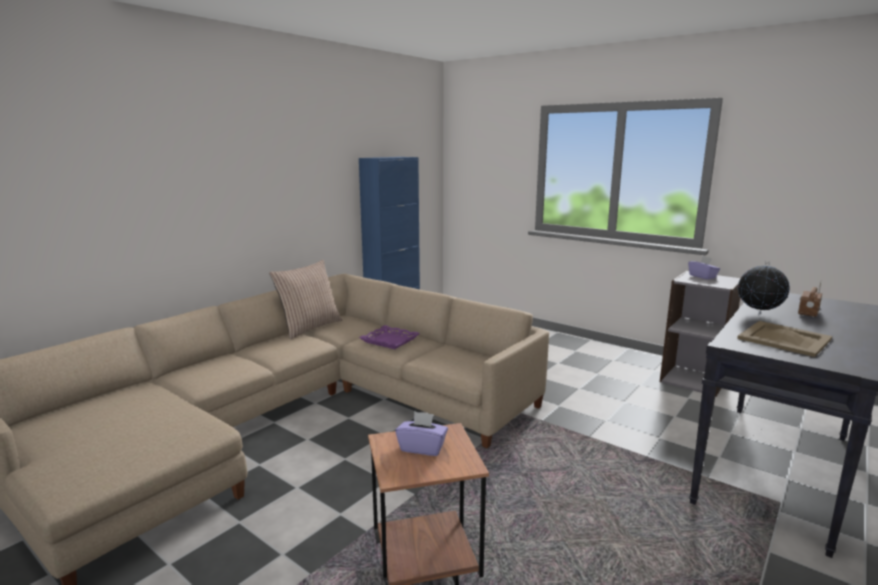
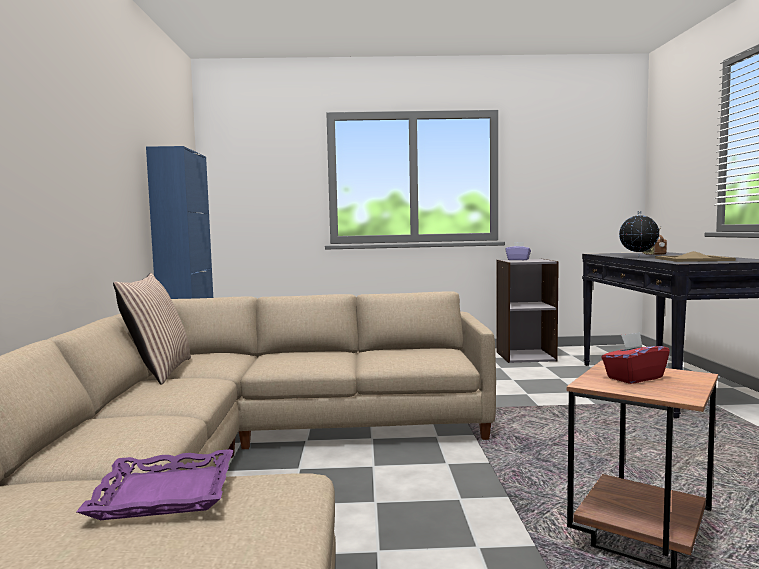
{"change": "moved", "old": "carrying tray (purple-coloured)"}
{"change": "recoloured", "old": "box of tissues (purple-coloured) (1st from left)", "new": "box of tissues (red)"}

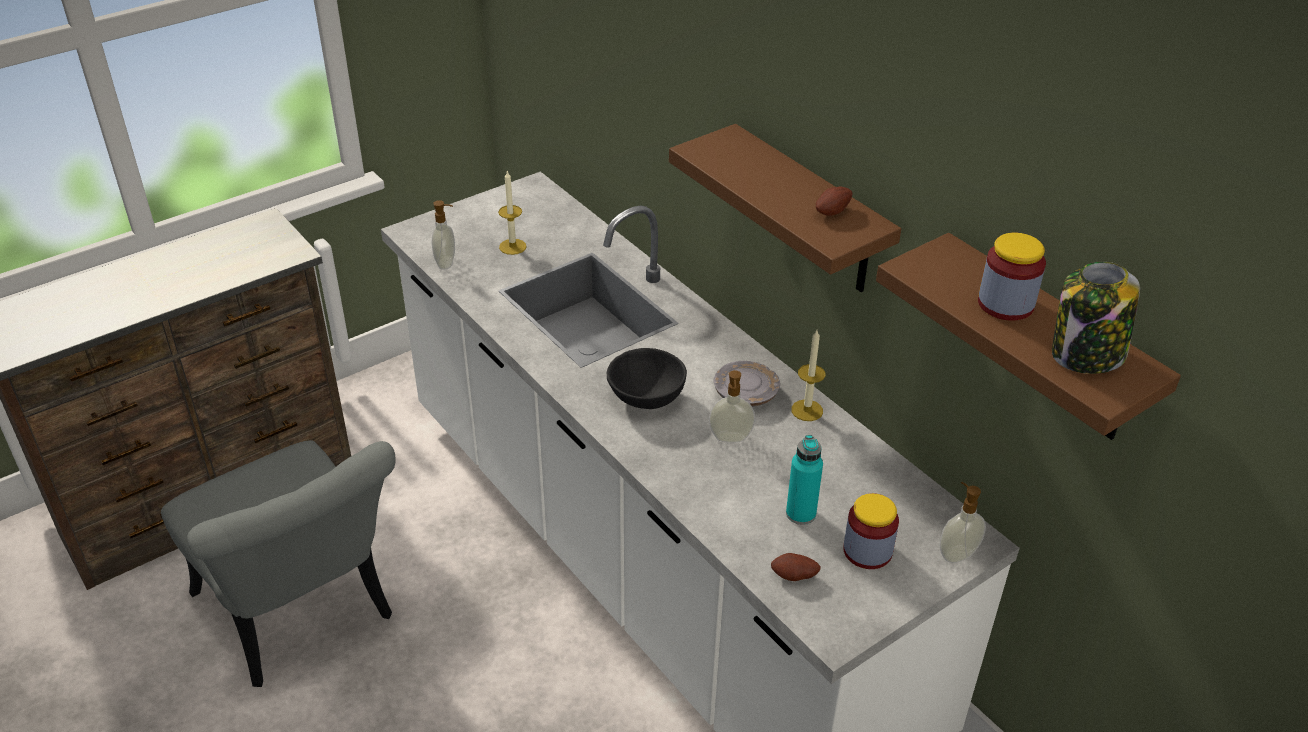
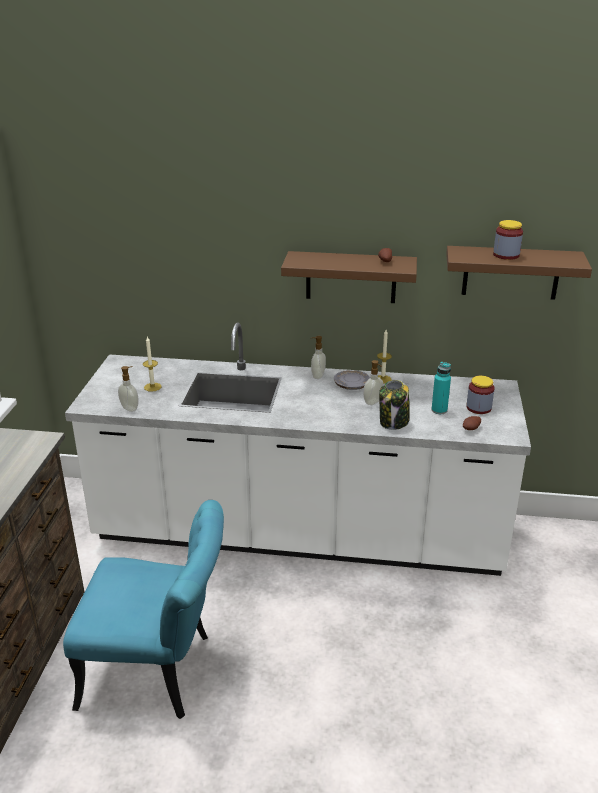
{"change": "recoloured", "old": "chair (greyish)", "new": "chair (blue-green)"}
{"change": "moved", "old": "soap dispenser (3rd from left in the first image)", "new": "soap dispenser (2nd from left)"}
{"change": "moved", "old": "preserve jar (3rd from left in the first image)", "new": "preserve jar (1st from left)"}
{"change": "removed", "old": "bowl (black)"}

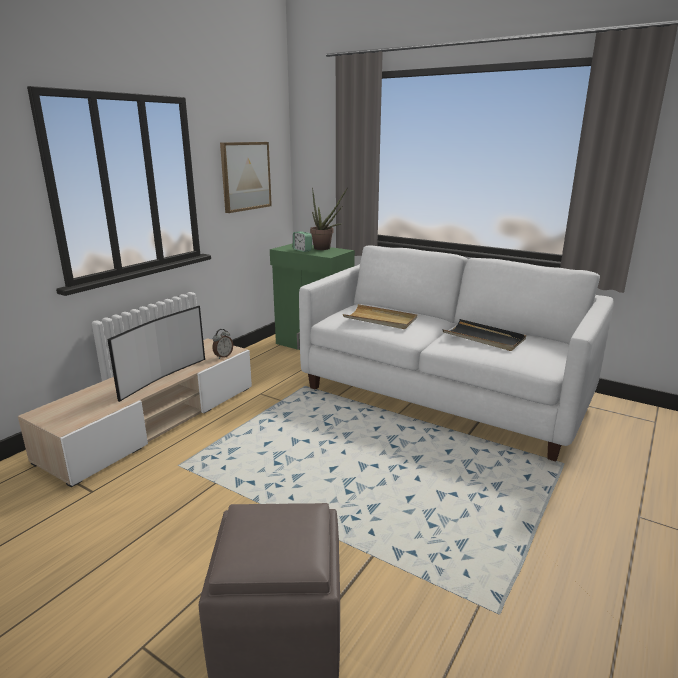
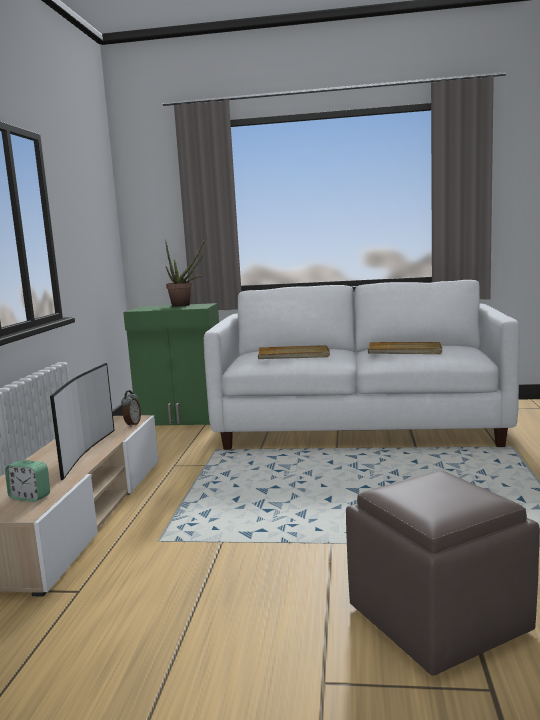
{"change": "moved", "old": "table clock (2nd from left in the first image)", "new": "table clock (1st from left)"}
{"change": "recoloured", "old": "carrying tray (black)", "new": "carrying tray (beige-coloured) (2nd from left)"}
{"change": "removed", "old": "picture"}

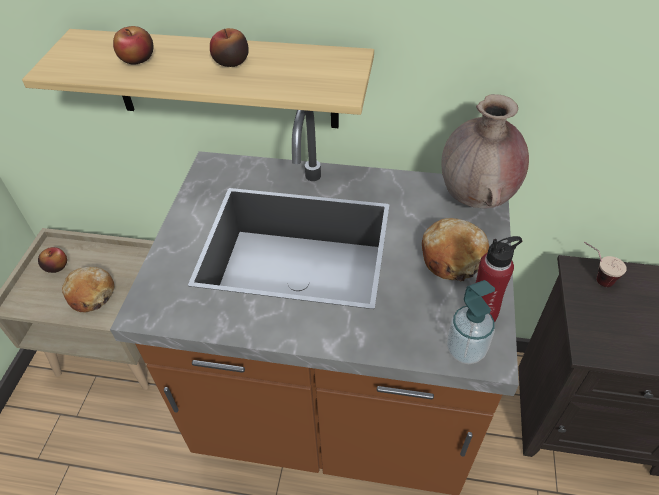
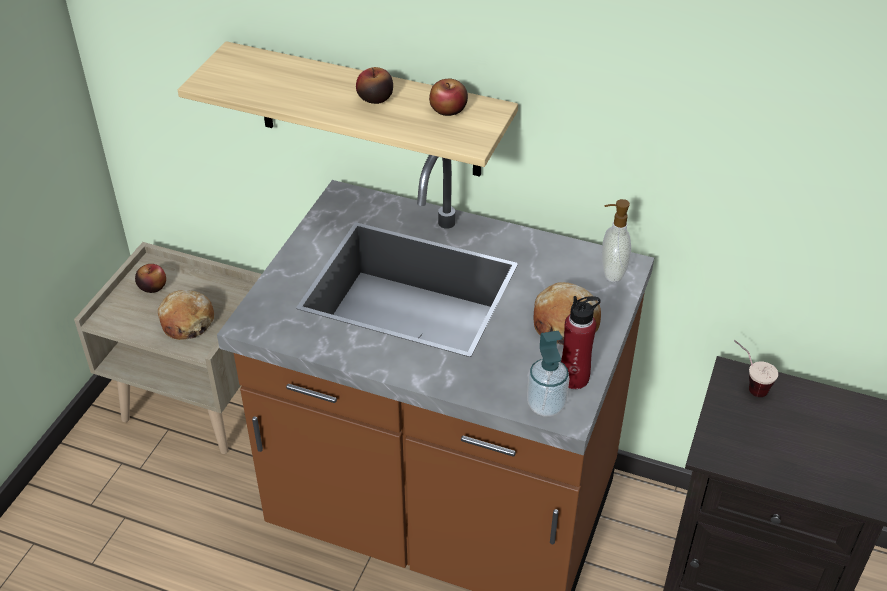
{"change": "moved", "old": "whole apple (2nd from left in the first image)", "new": "whole apple (3rd from left)"}
{"change": "replaced", "old": "vase (brown)", "new": "soap dispenser (2nd from left)"}

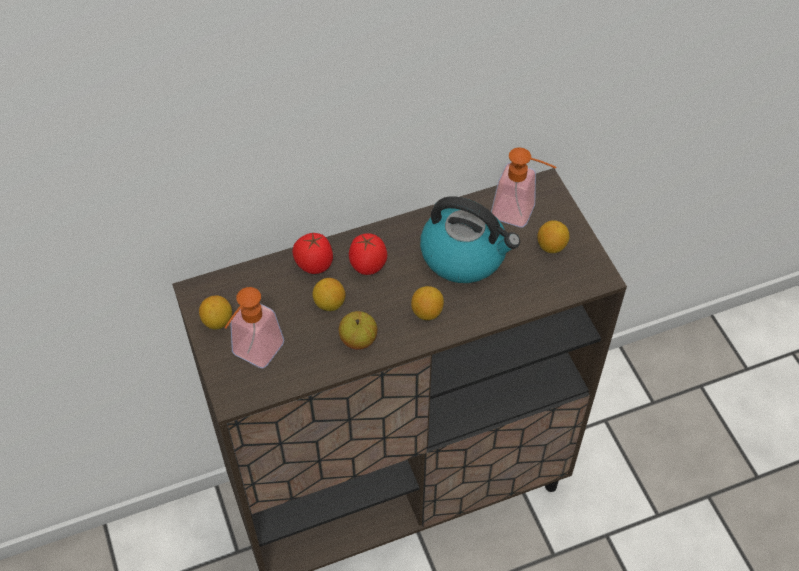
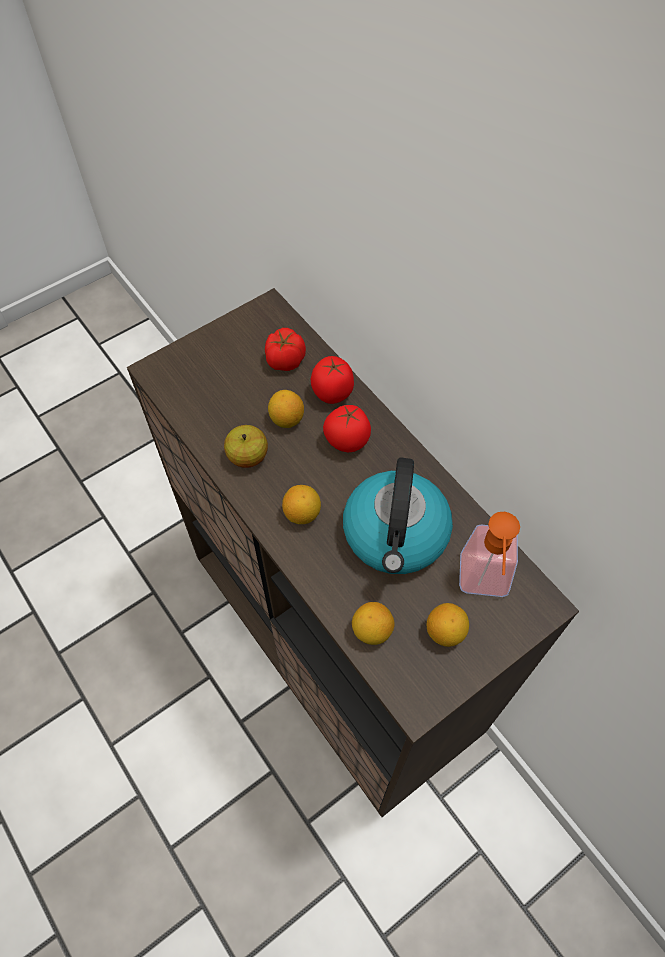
{"change": "added", "new": "whole tomato (1st from left)"}
{"change": "moved", "old": "whole lemon (1st from left in the first image)", "new": "whole lemon (3rd from left)"}
{"change": "removed", "old": "soap dispenser (1st from left)"}

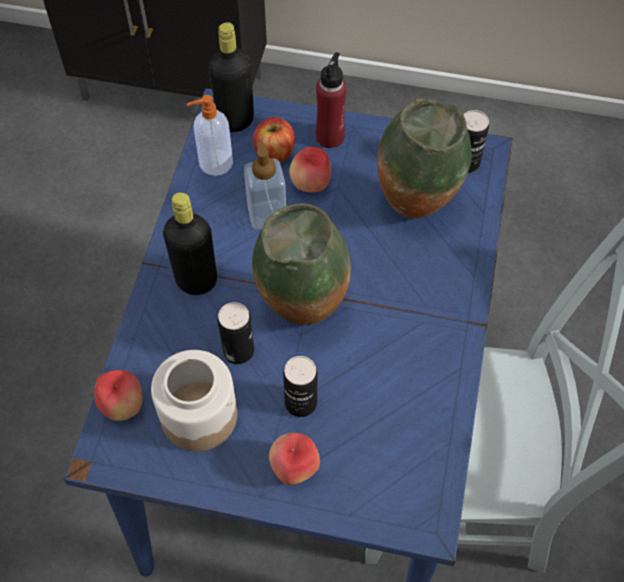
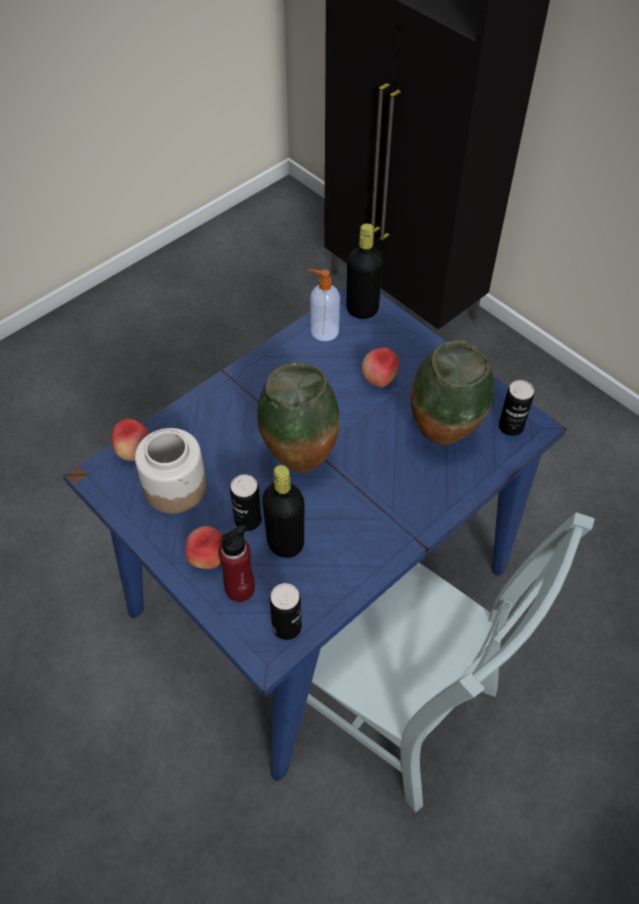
{"change": "moved", "old": "drink bottle (red)"}
{"change": "moved", "old": "drink bottle (black) (1st from left)"}
{"change": "moved", "old": "metal can (1st from left in the first image)", "new": "metal can (2nd from left)"}
{"change": "removed", "old": "soap dispenser (2nd from left)"}
{"change": "removed", "old": "whole apple (2nd from left)"}

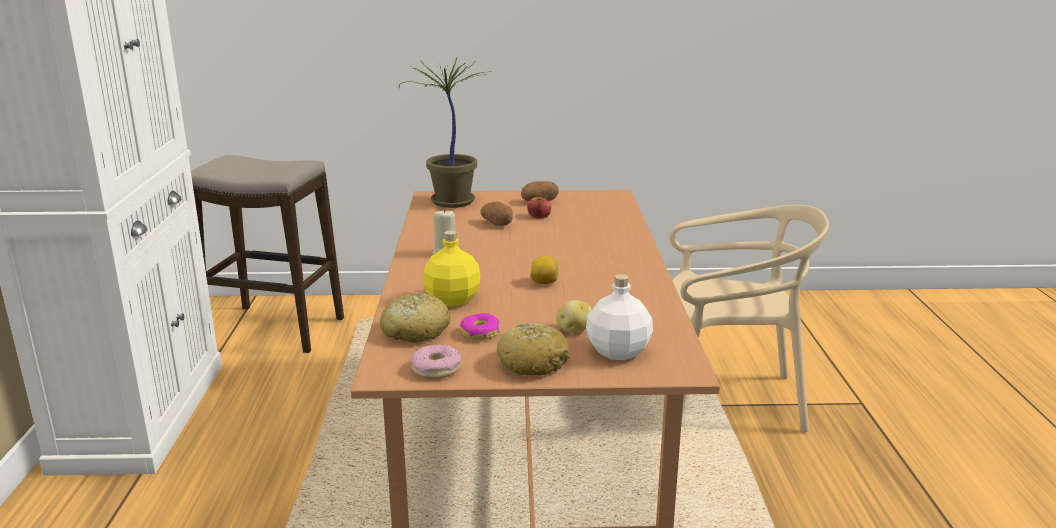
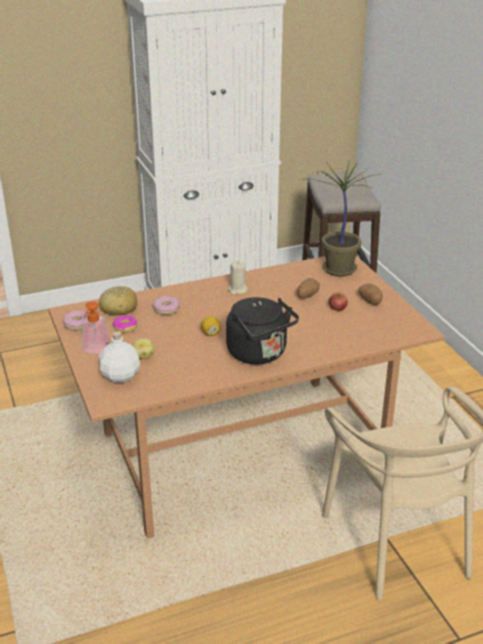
{"change": "replaced", "old": "bread (2nd from left)", "new": "soap dispenser"}
{"change": "replaced", "old": "drink bottle (yellow)", "new": "doughnut (3rd from left)"}
{"change": "added", "new": "water kettle (black)"}

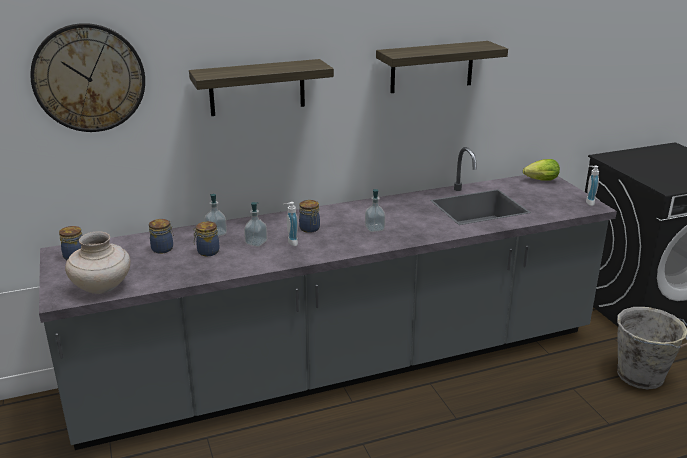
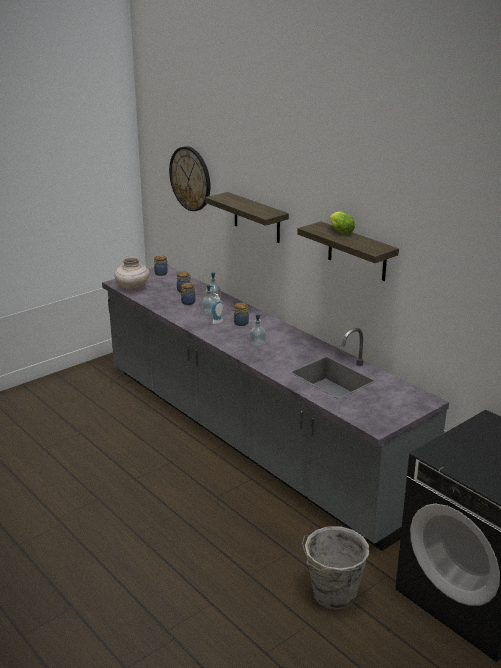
{"change": "moved", "old": "head of lettuce"}
{"change": "removed", "old": "soap dispenser (5th from left)"}

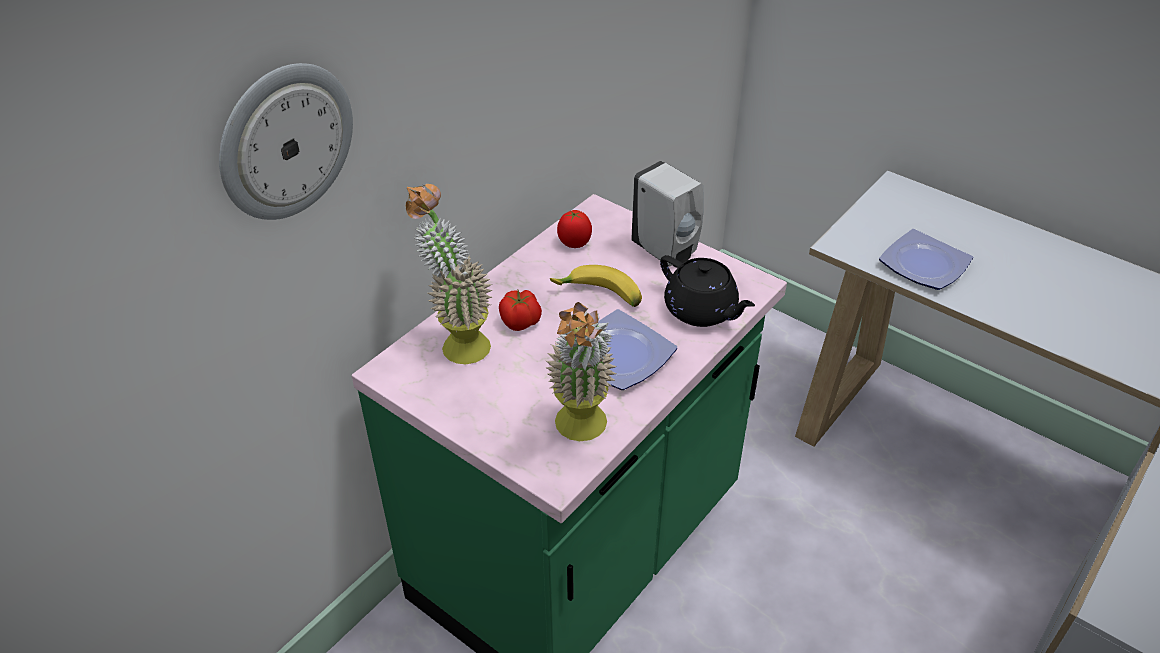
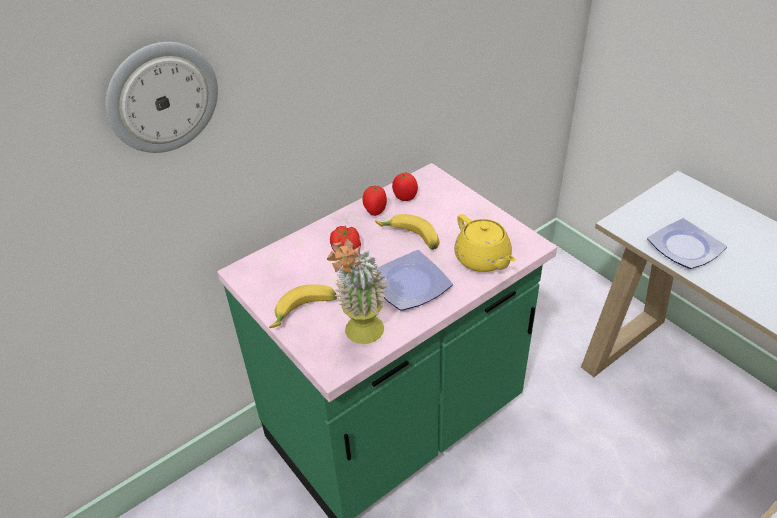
{"change": "added", "new": "banana (1st from left)"}
{"change": "added", "new": "whole tomato (2nd from left)"}
{"change": "recoloured", "old": "pot for tea (black)", "new": "pot for tea (yellow)"}
{"change": "removed", "old": "houseplant (1st from left)"}
{"change": "removed", "old": "soap dispenser (white-coloured)"}

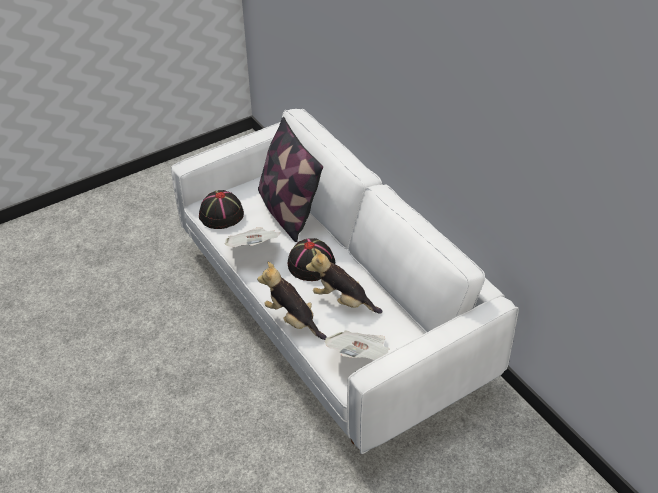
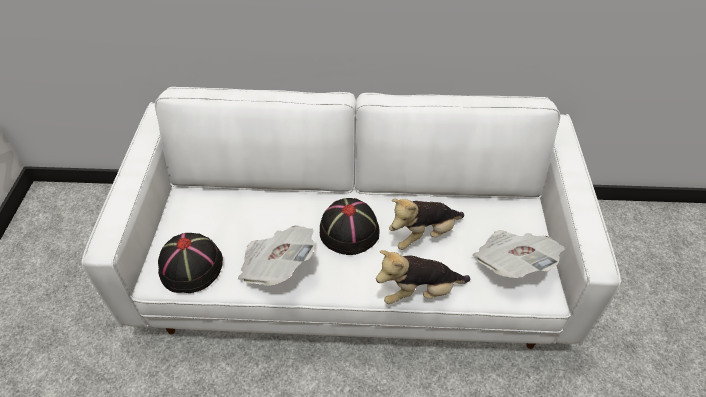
{"change": "removed", "old": "cushion"}

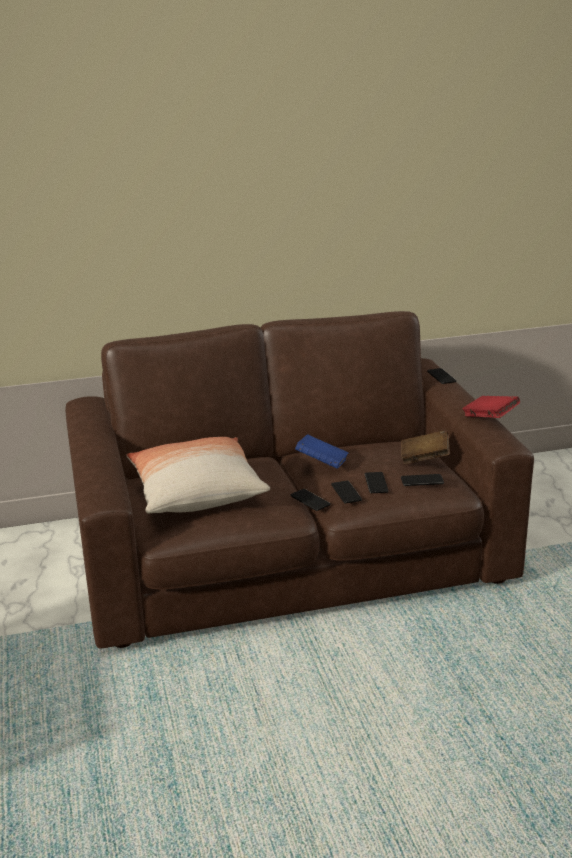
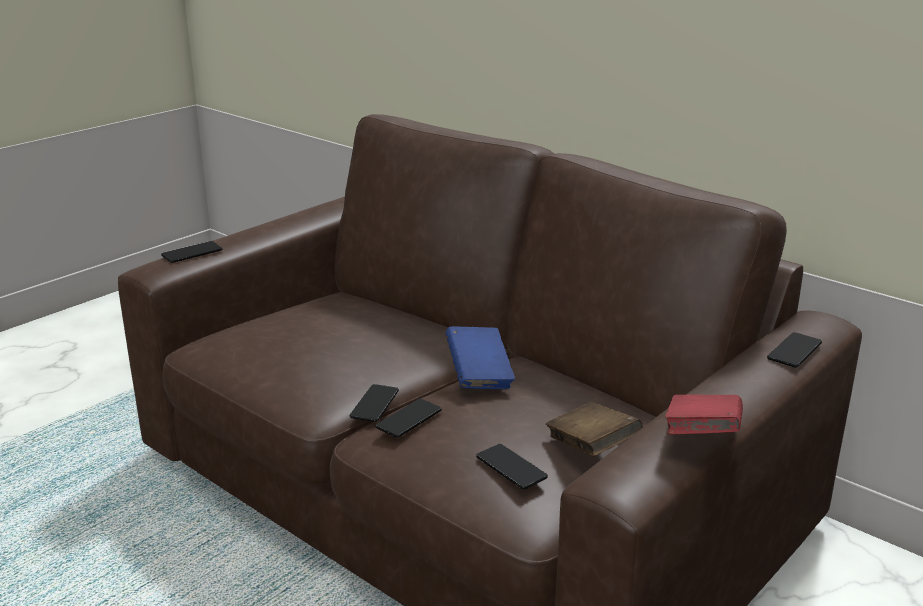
{"change": "moved", "old": "handset (3rd from left in the first image)", "new": "handset (1st from left)"}
{"change": "removed", "old": "cushion"}

